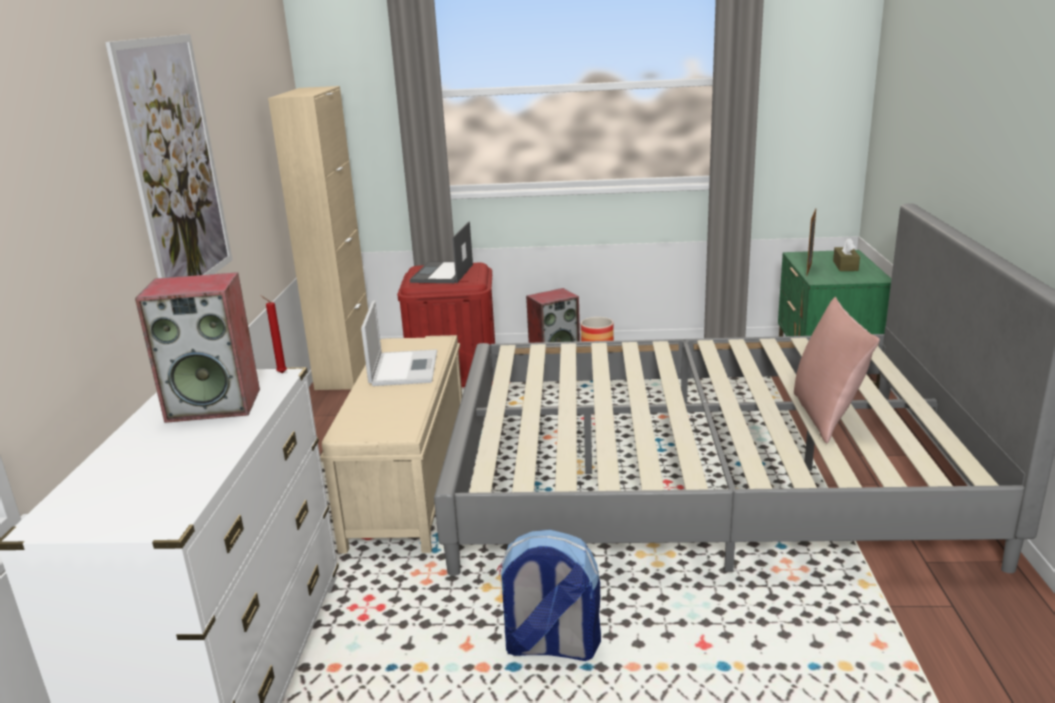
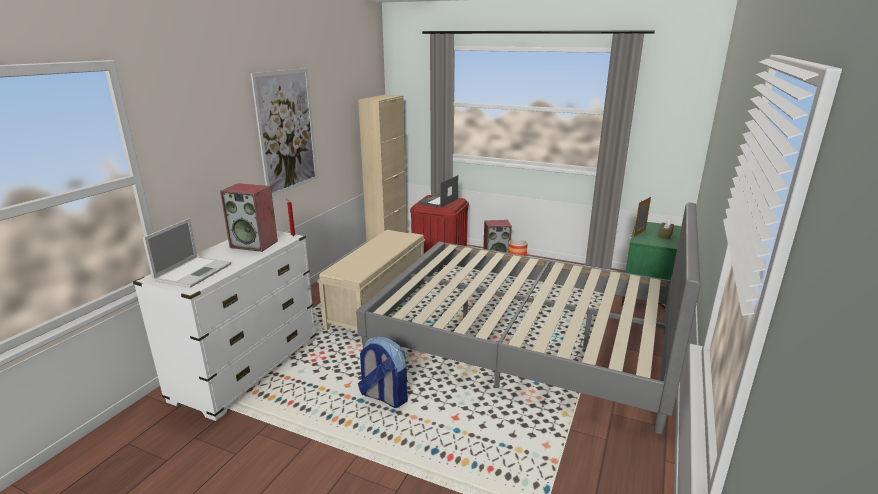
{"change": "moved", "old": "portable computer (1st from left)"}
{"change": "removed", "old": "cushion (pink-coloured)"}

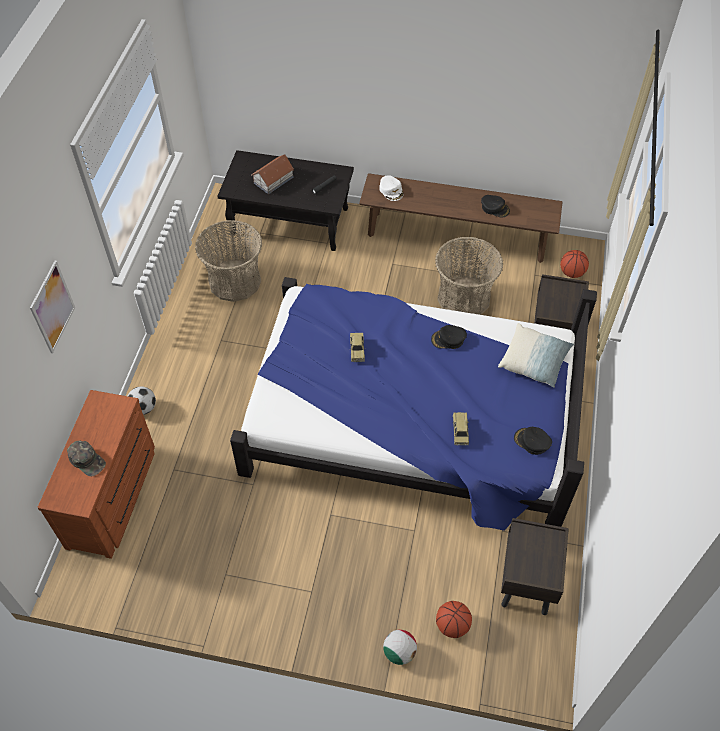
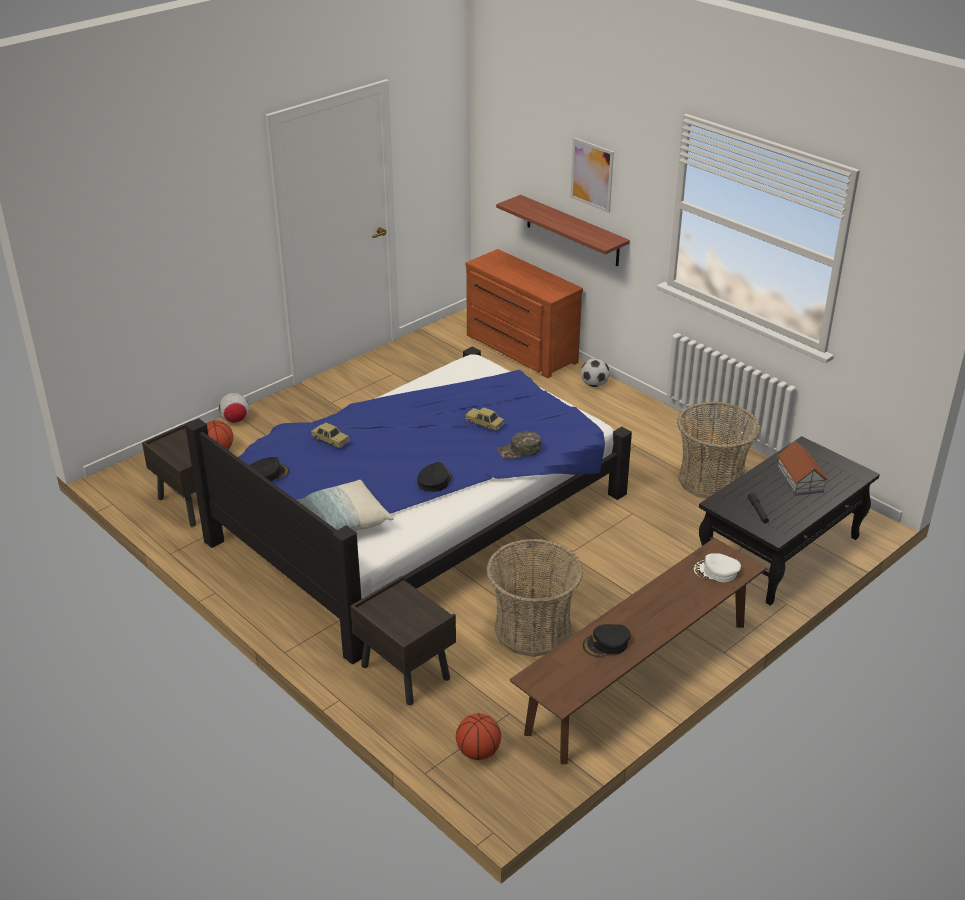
{"change": "added", "new": "wall shelf"}
{"change": "moved", "old": "baseball cap (green)"}

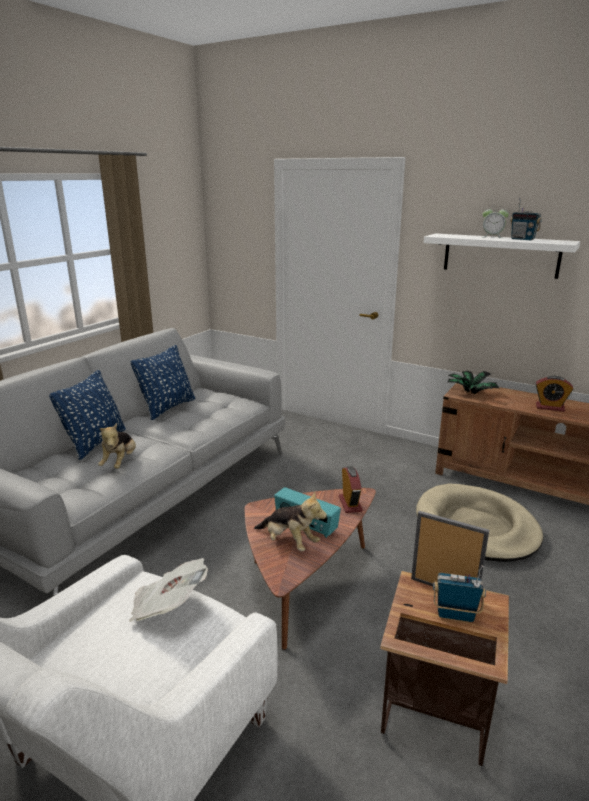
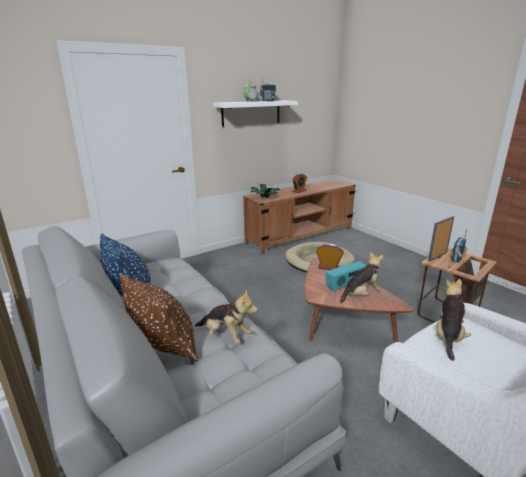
{"change": "recoloured", "old": "cushion (bluish) (1st from left)", "new": "cushion (brown)"}
{"change": "replaced", "old": "printed paper", "new": "plush toy (3rd from left)"}

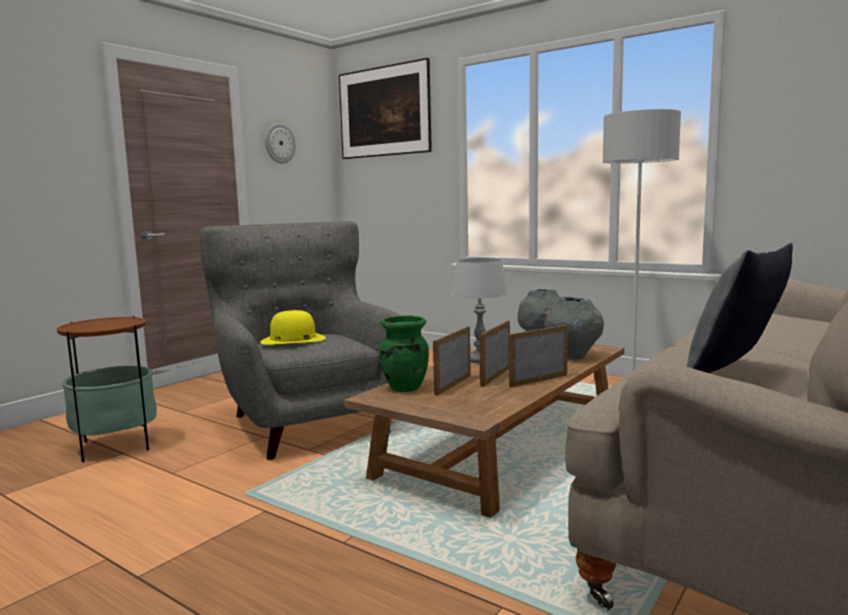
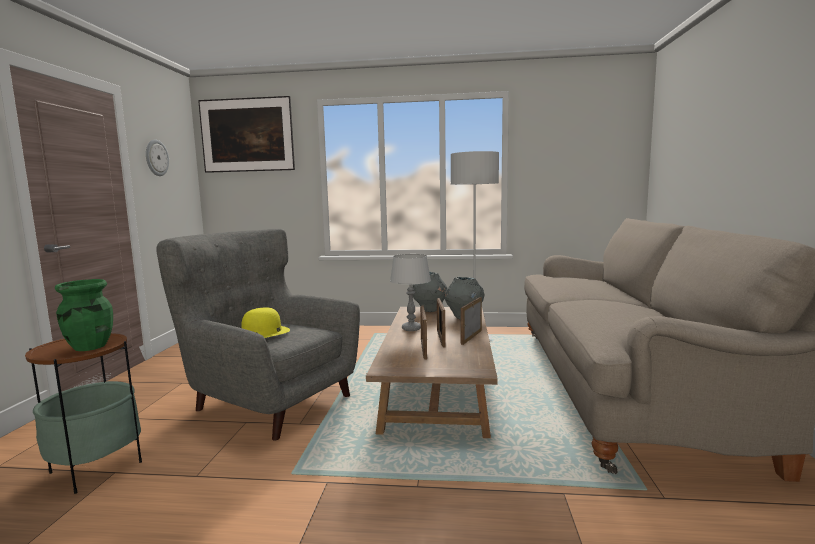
{"change": "moved", "old": "vase (green)"}
{"change": "removed", "old": "cushion (greyish)"}

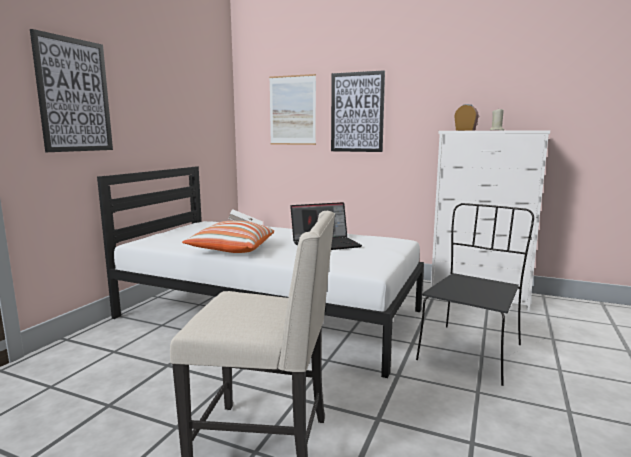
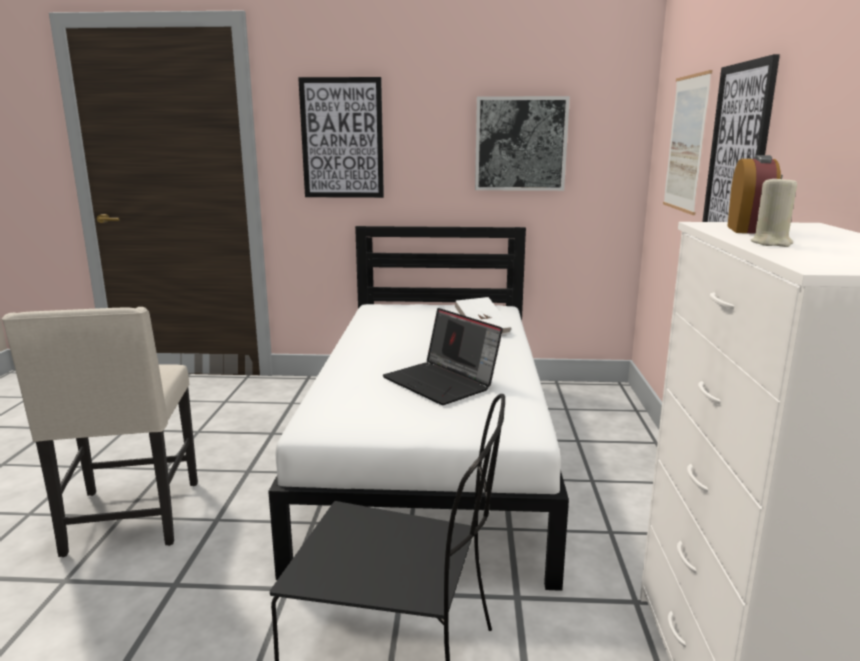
{"change": "added", "new": "picture (2nd from left)"}
{"change": "removed", "old": "cushion"}

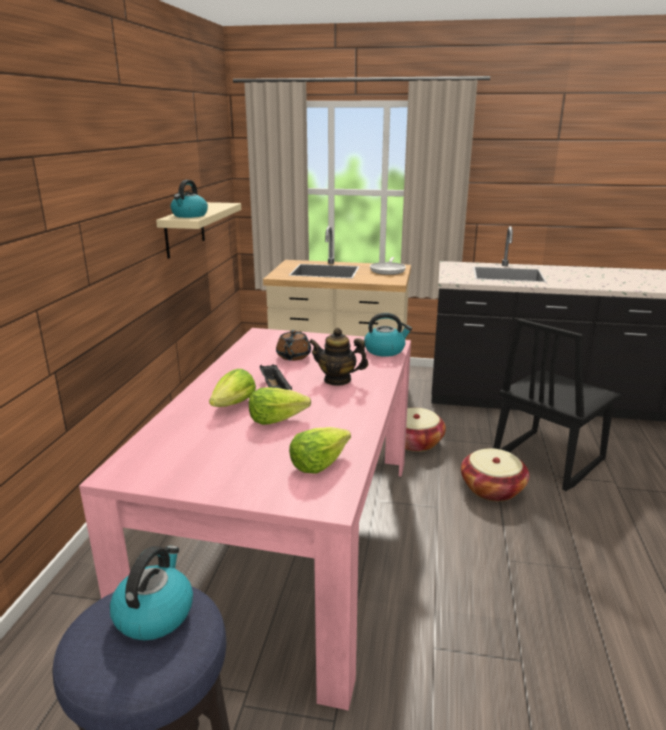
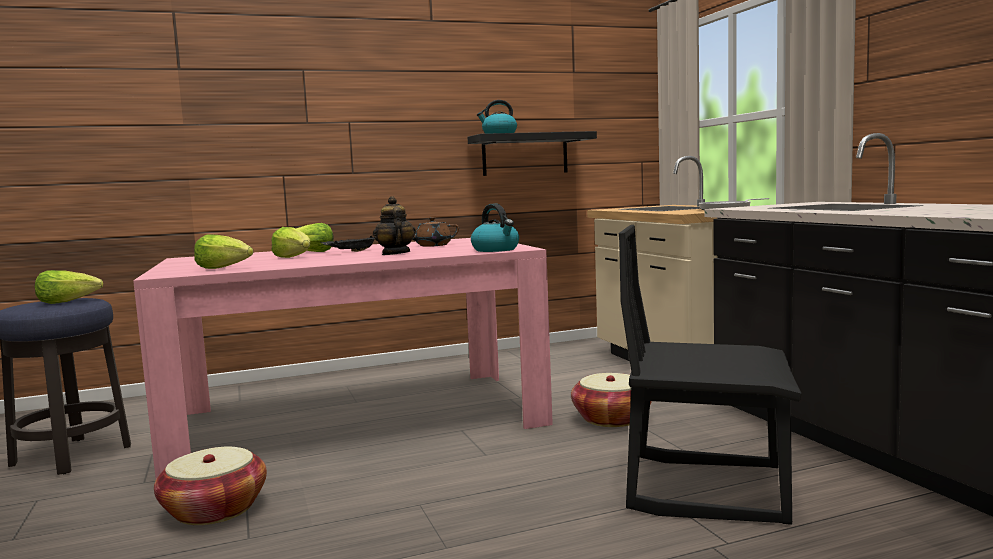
{"change": "replaced", "old": "water kettle (1st from left)", "new": "head of lettuce (1st from left)"}
{"change": "moved", "old": "basket (2nd from left in the first image)", "new": "basket (1st from left)"}
{"change": "recoloured", "old": "wall shelf (beige-coloured)", "new": "wall shelf (black)"}

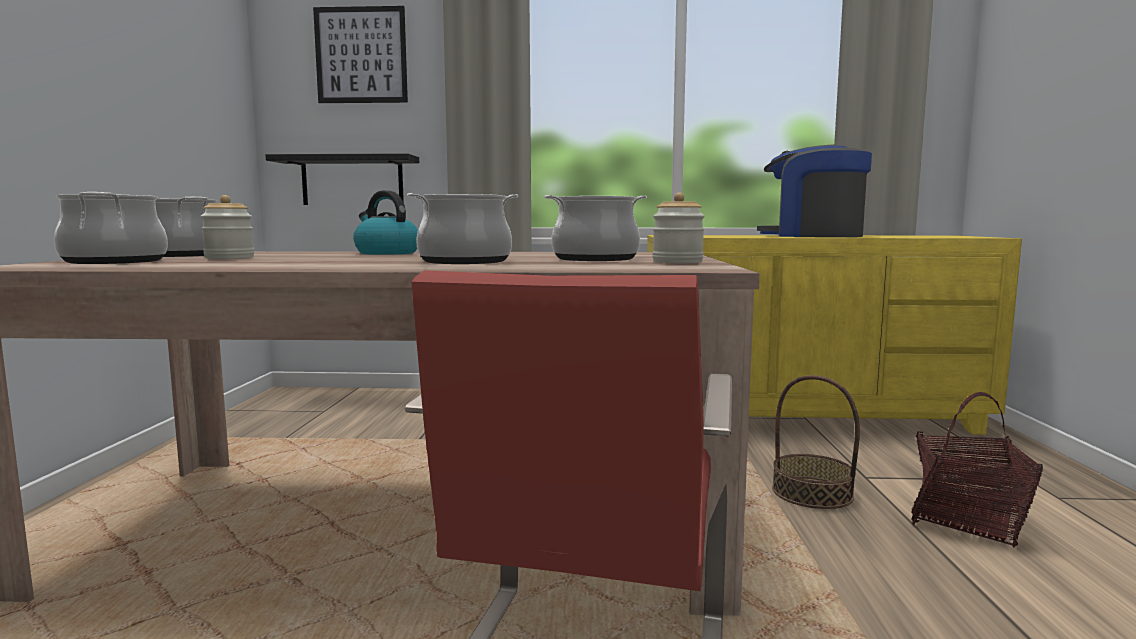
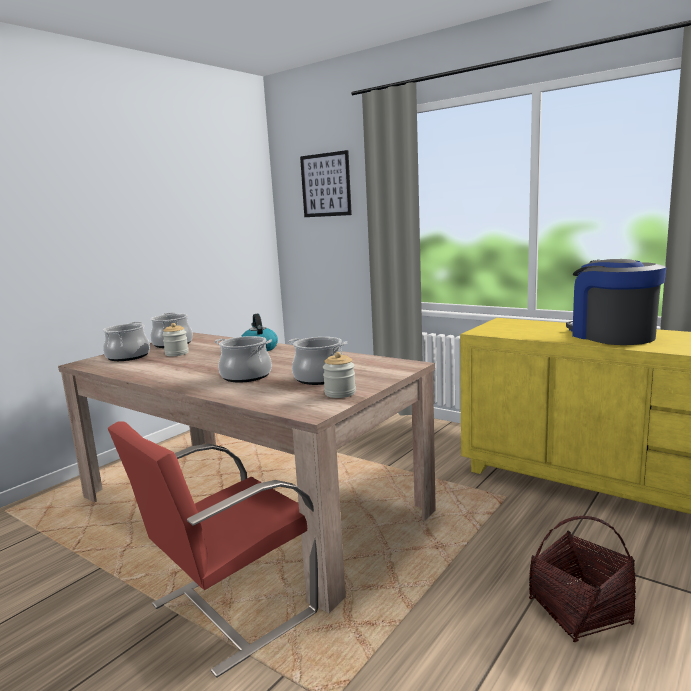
{"change": "removed", "old": "wall shelf (black)"}
{"change": "removed", "old": "basket (1st from left)"}

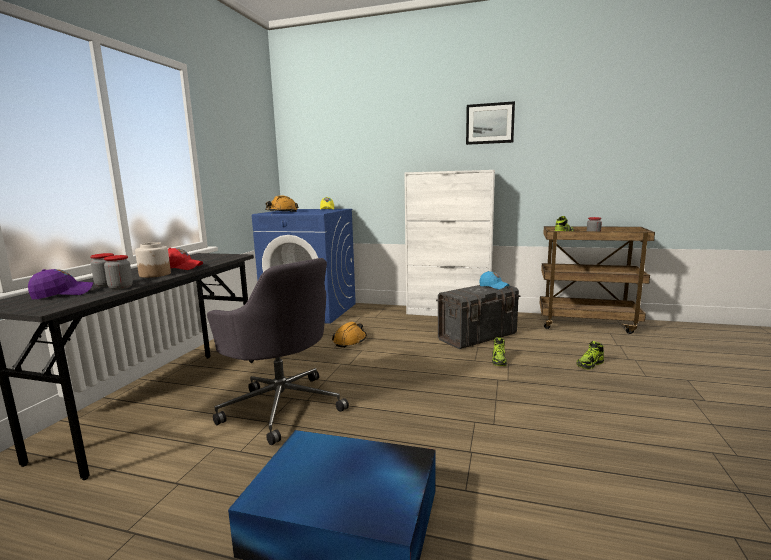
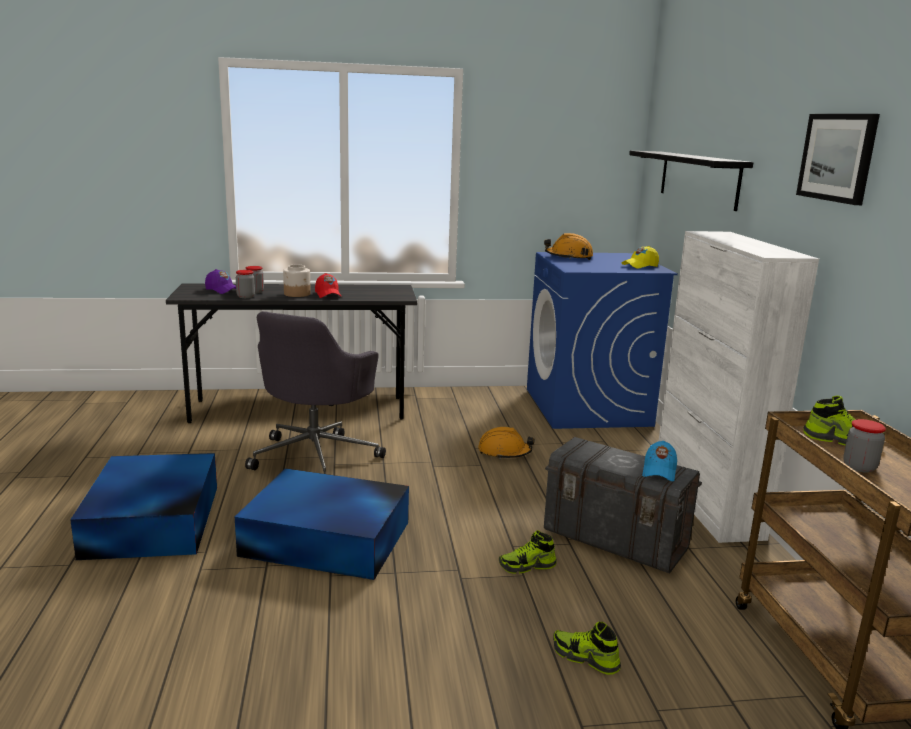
{"change": "added", "new": "storage box (bluish) (2nd from left)"}
{"change": "added", "new": "wall shelf (black)"}

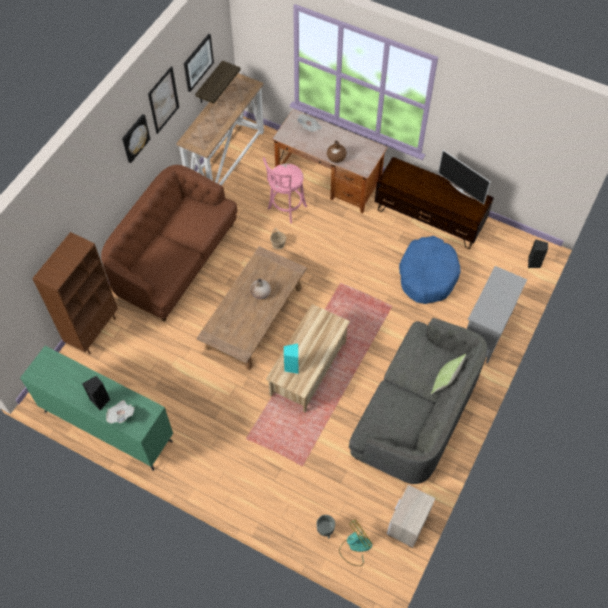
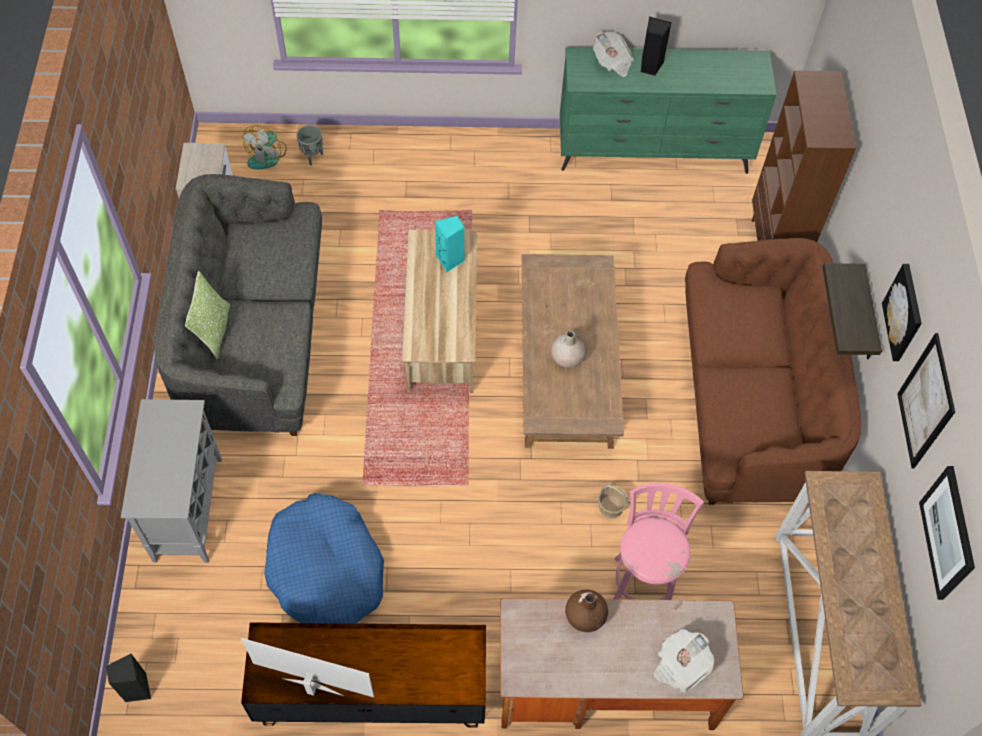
{"change": "moved", "old": "wall shelf"}

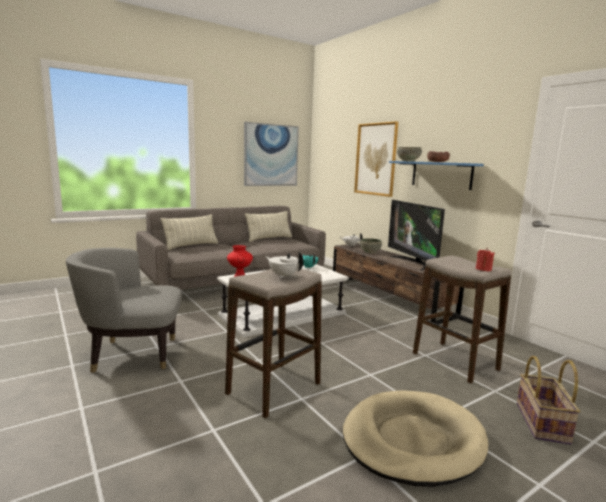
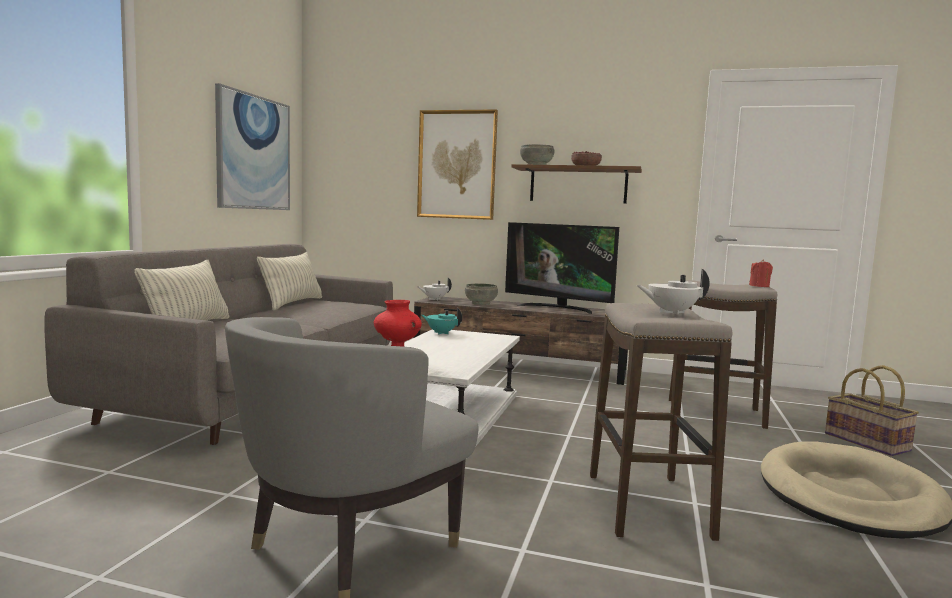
{"change": "recoloured", "old": "wall shelf (bluish)", "new": "wall shelf (brown)"}

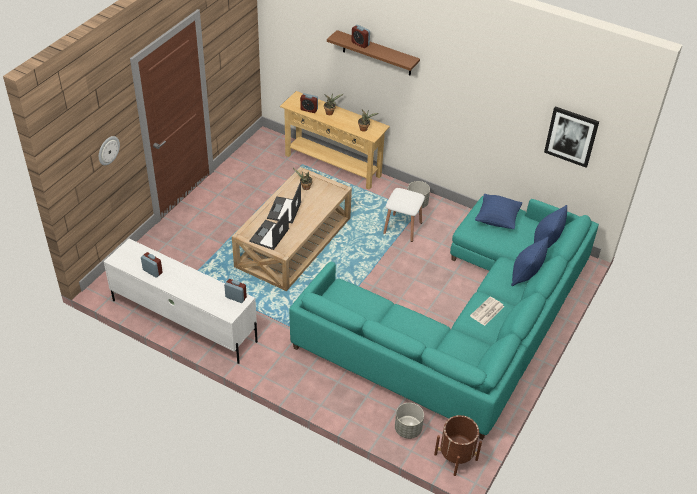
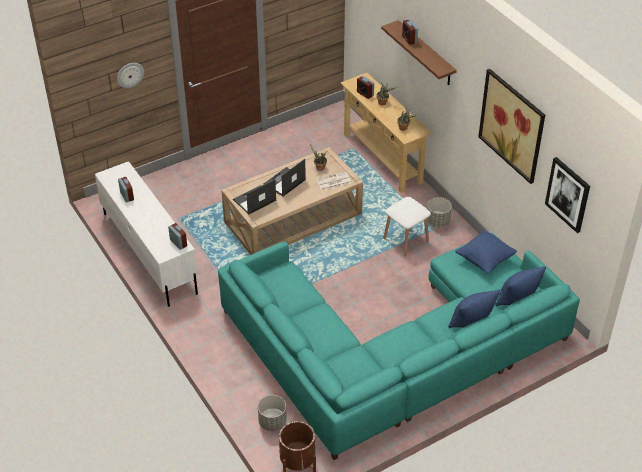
{"change": "moved", "old": "printed paper"}
{"change": "added", "new": "picture (1st from left)"}

